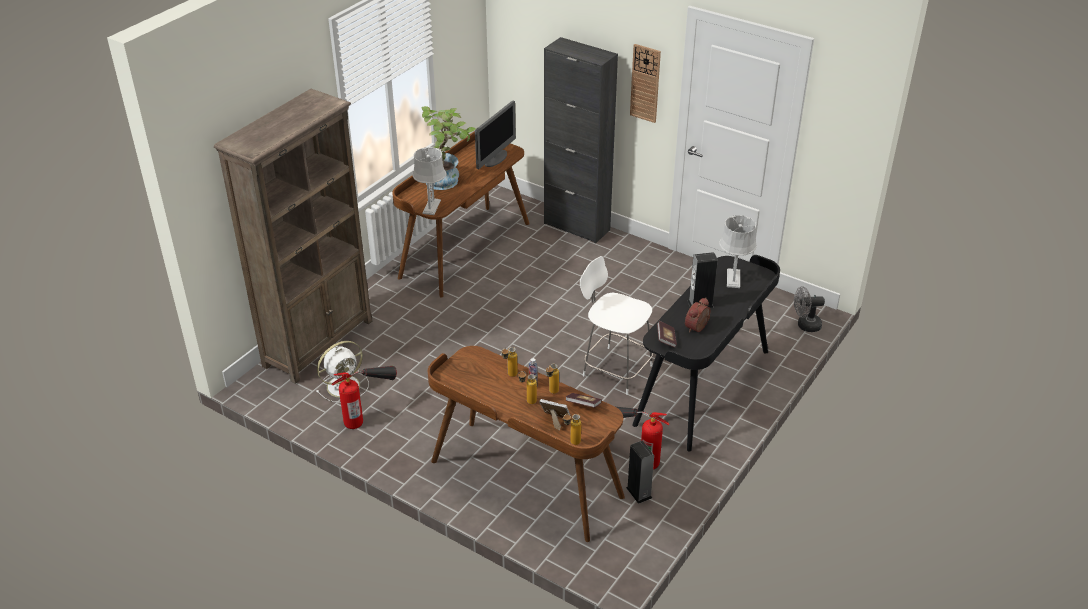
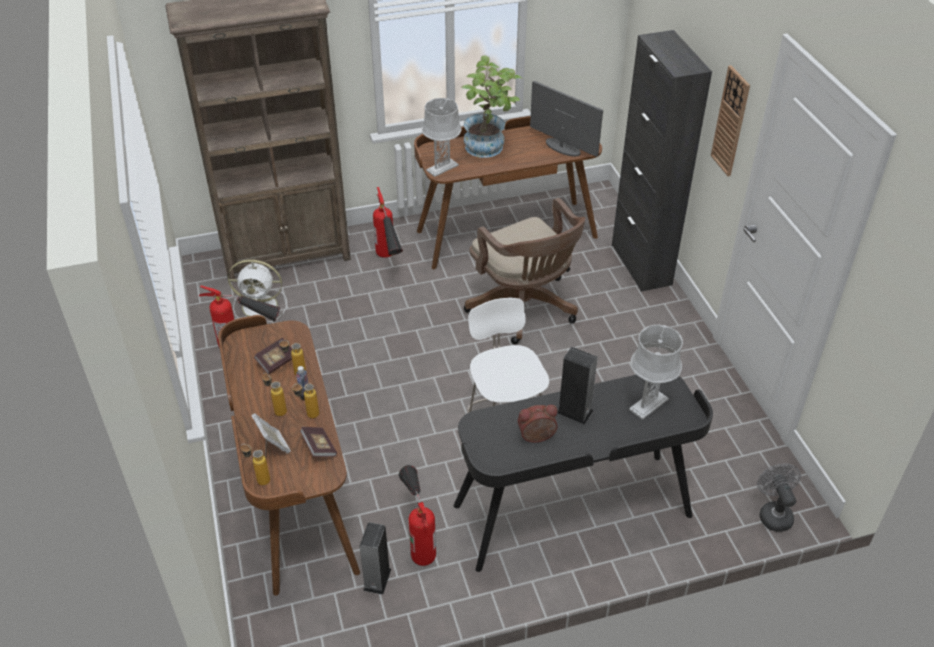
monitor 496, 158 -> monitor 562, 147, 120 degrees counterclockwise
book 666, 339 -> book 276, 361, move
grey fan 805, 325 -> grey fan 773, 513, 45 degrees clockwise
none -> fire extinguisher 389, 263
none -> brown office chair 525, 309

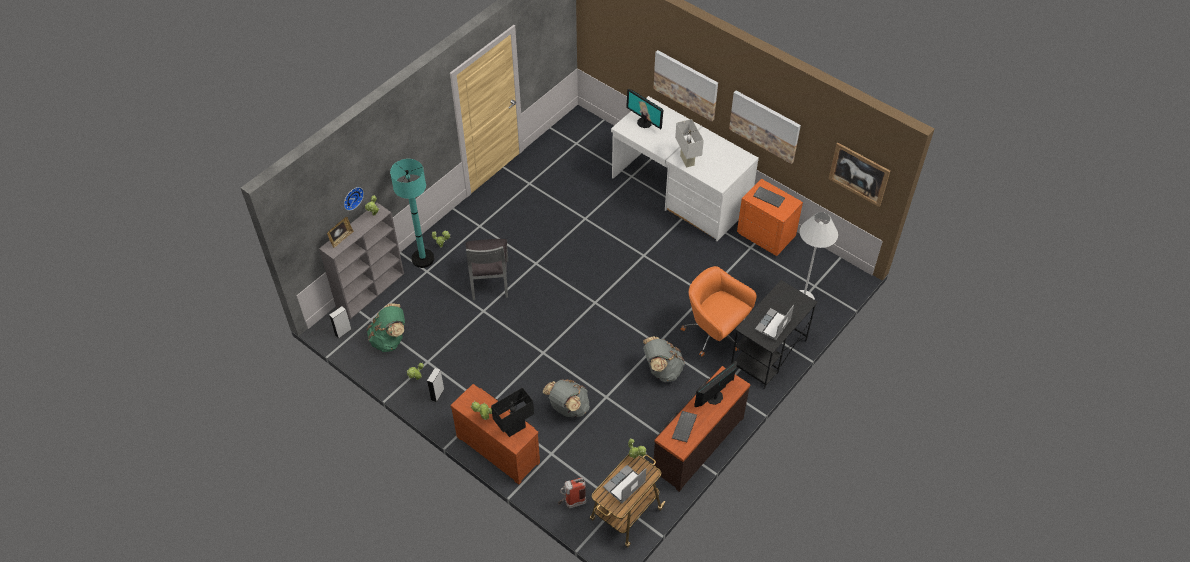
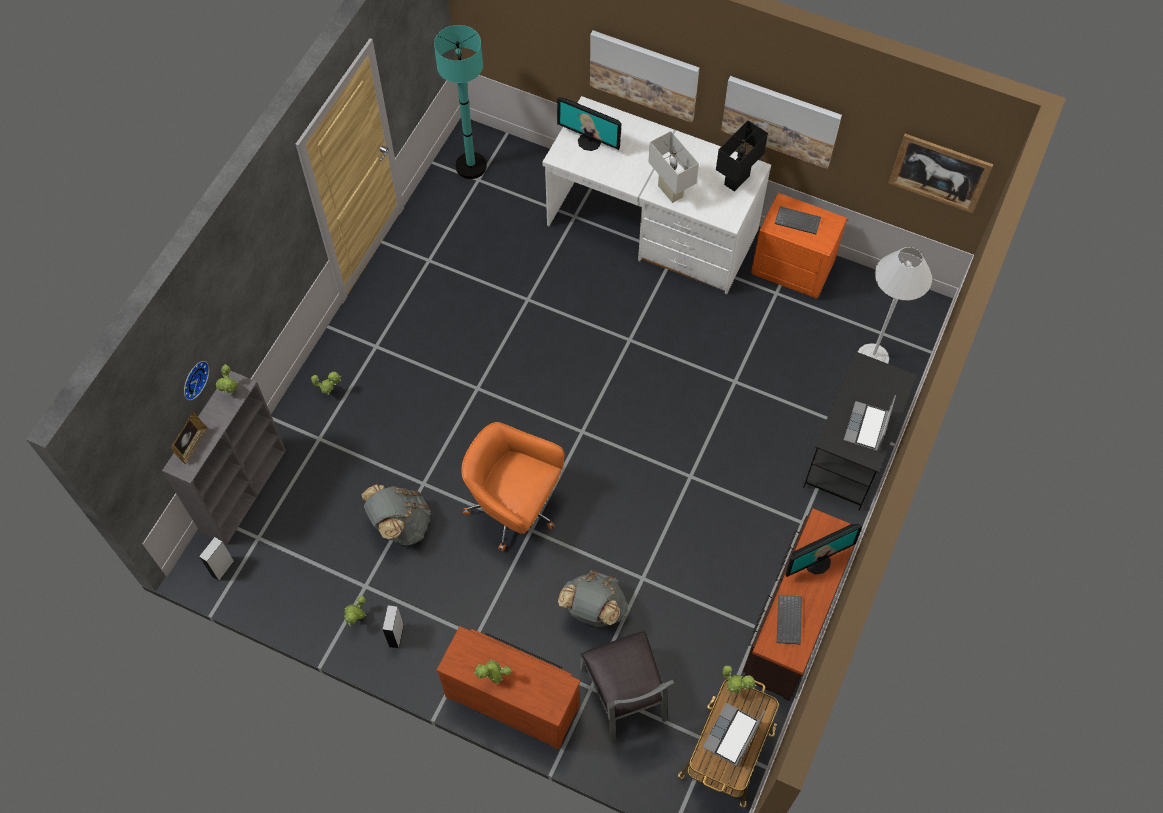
green backpack 390, 339 -> none
turquoise floor lamp 423, 259 -> turquoise floor lamp 471, 166, move
grey chair 489, 280 -> grey chair 625, 694, move
black table lamp 514, 428 -> black table lamp 736, 180, move
fire extinguisher 571, 503 -> none
grey backpack 662, 370 -> grey backpack 400, 524, move
orange office chair 714, 334 -> orange office chair 514, 509, move
monitor 714, 397 -> monitor 817, 561, 150 degrees counterclockwise

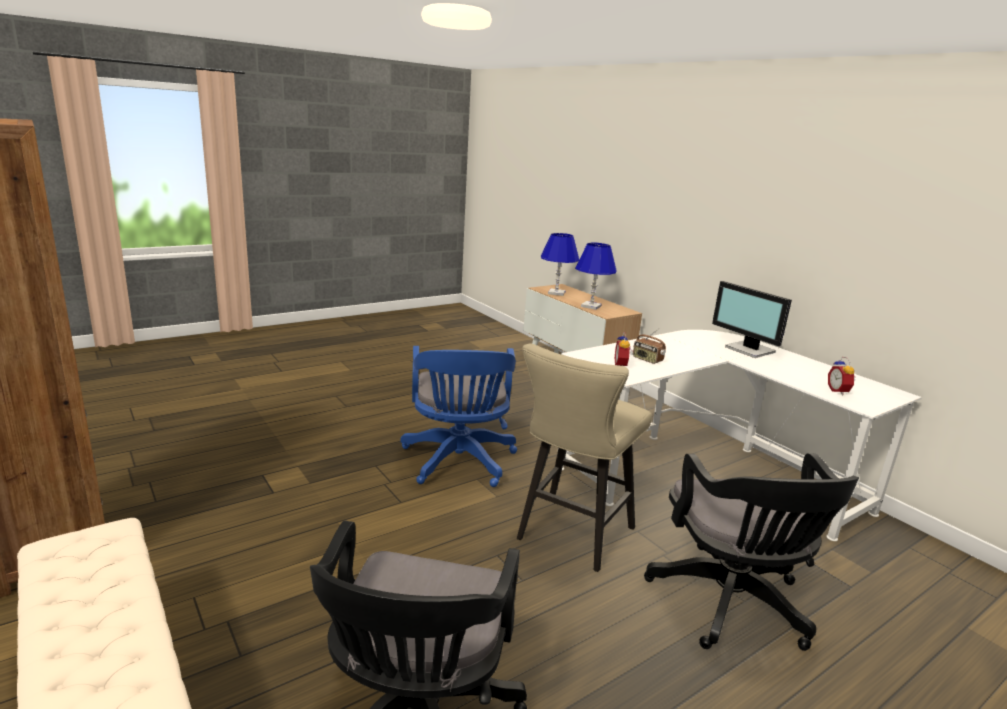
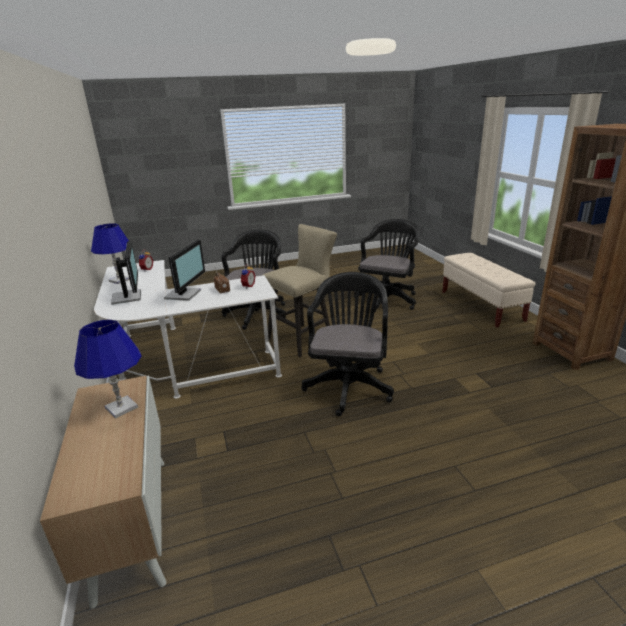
blue office chair 459, 463 -> black office chair 349, 385
blue table lamp 556, 293 -> blue table lamp 119, 280, move
none -> monitor 184, 294

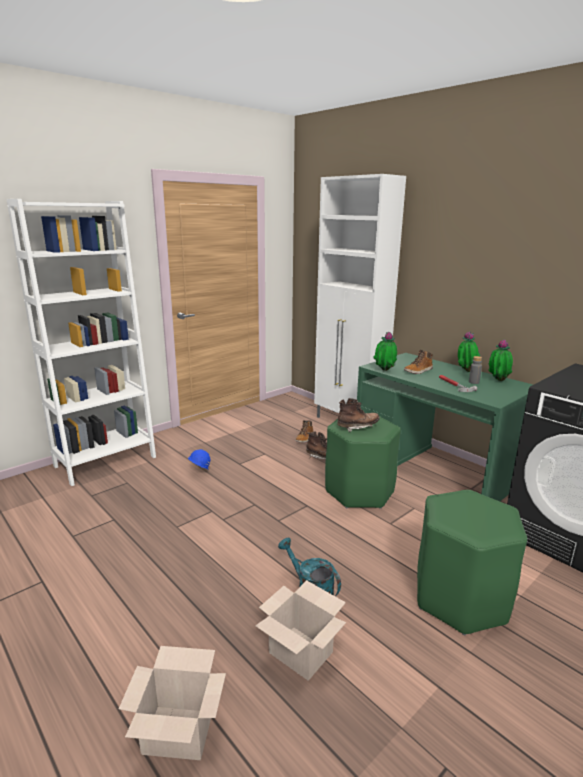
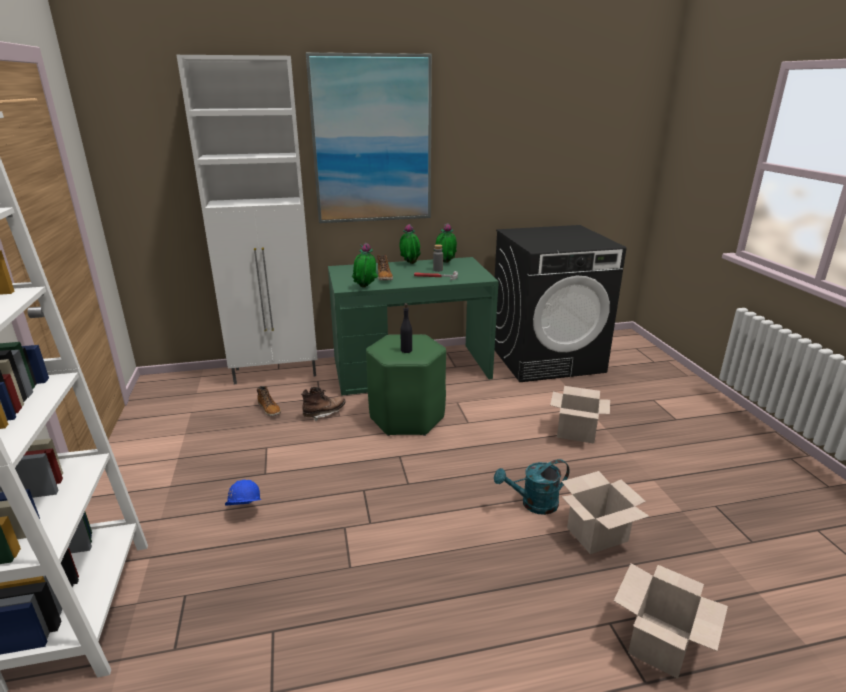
brown boot 357, 427 -> black bottle 406, 350
green stool 460, 599 -> cardboard box 577, 432
none -> picture 372, 141

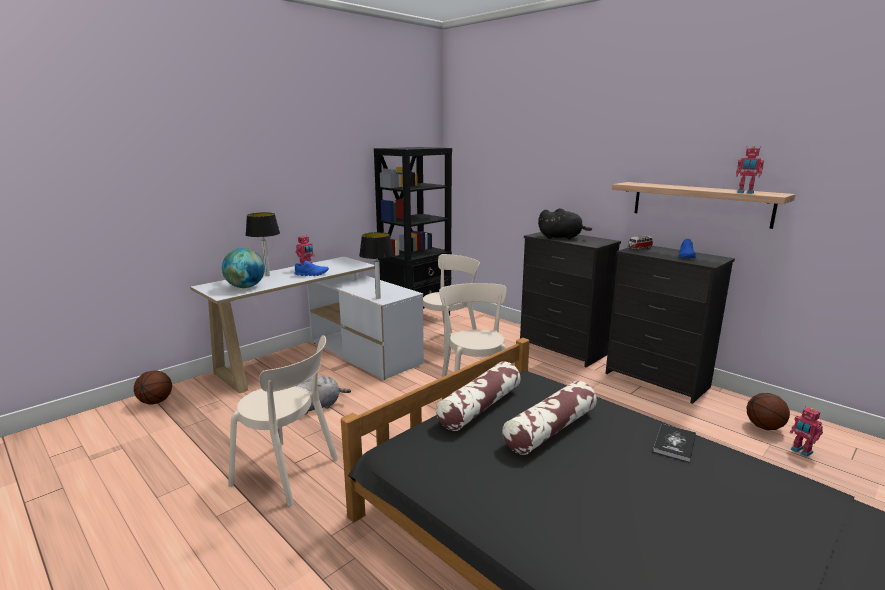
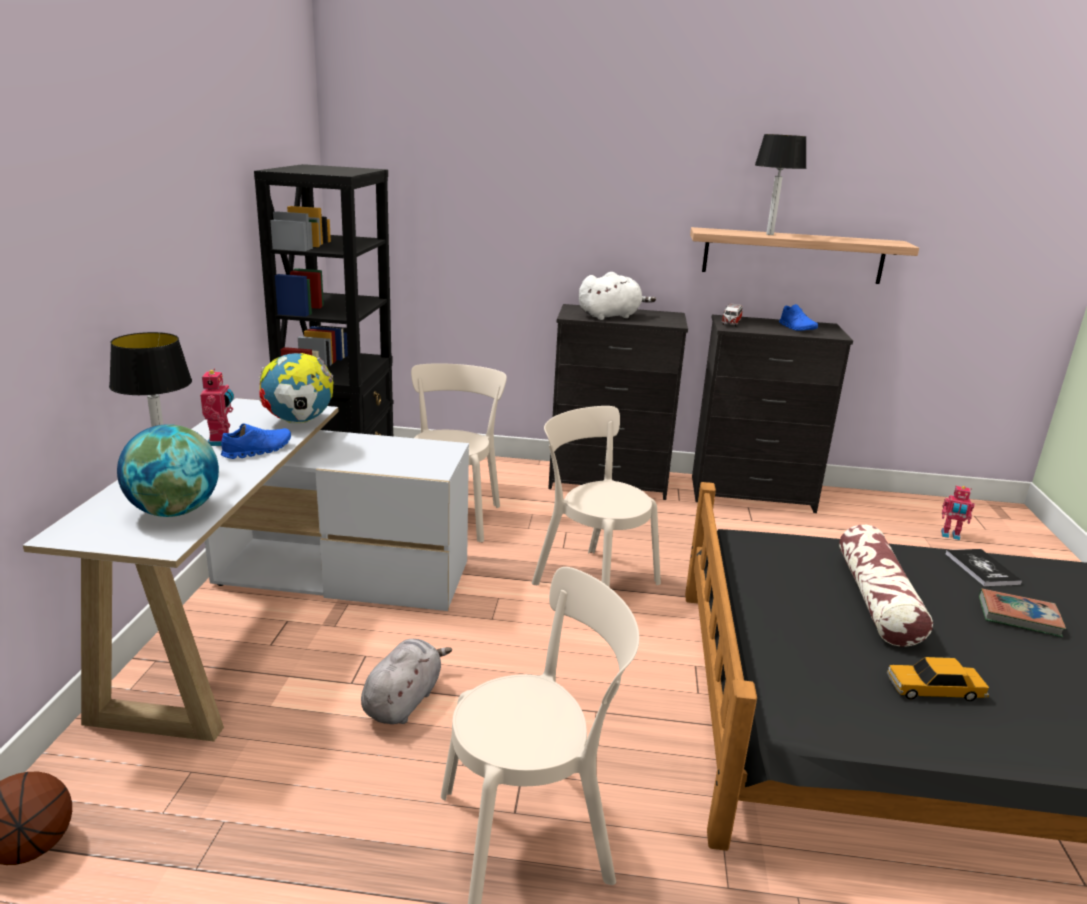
table lamp 378, 297 -> table lamp 770, 234, move
pillow 480, 407 -> none
black plush toy 561, 237 -> white plush toy 611, 316
toy robot 745, 192 -> none
basketball 764, 427 -> none
none -> globe 299, 422
none -> toy car 934, 689
none -> book 1018, 616

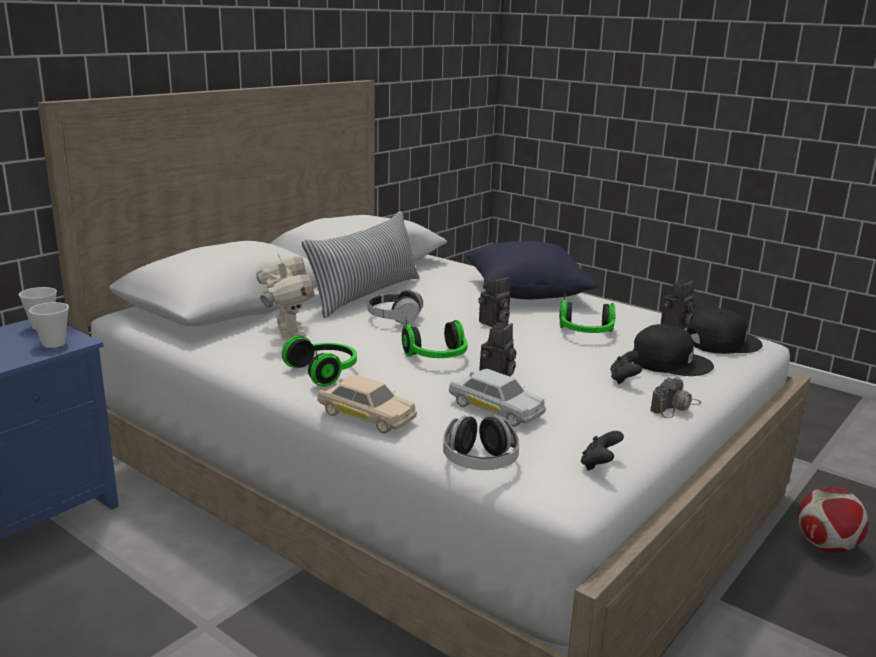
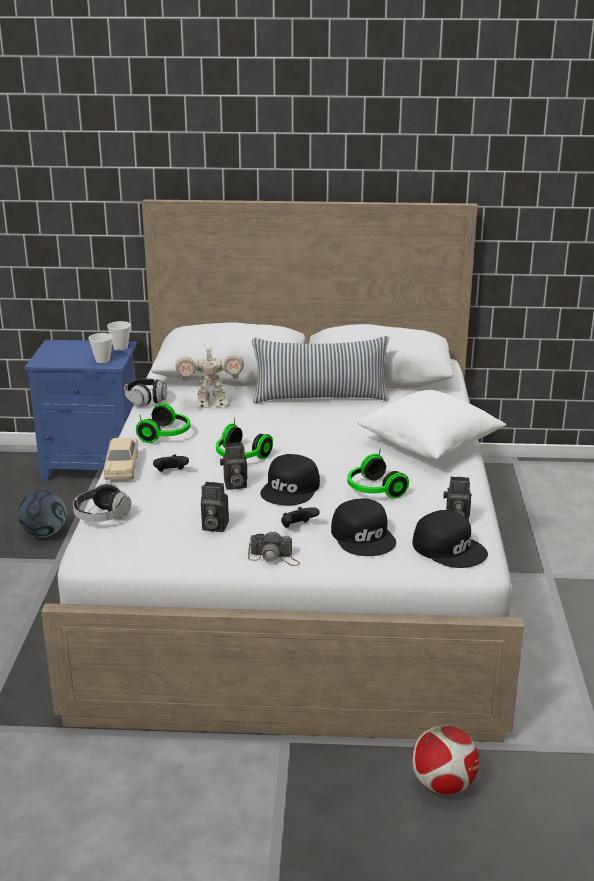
toy robot 287, 333 -> toy robot 211, 403, 45 degrees clockwise
headphones 394, 319 -> headphones 146, 400, move
white toy car 495, 409 -> none
blue pillow 526, 292 -> white pillow 430, 444
photo camera 494, 323 -> photo camera 213, 526, move
black game controller 599, 465 -> black game controller 171, 473, move
none -> football 44, 534
none -> black cap 291, 489

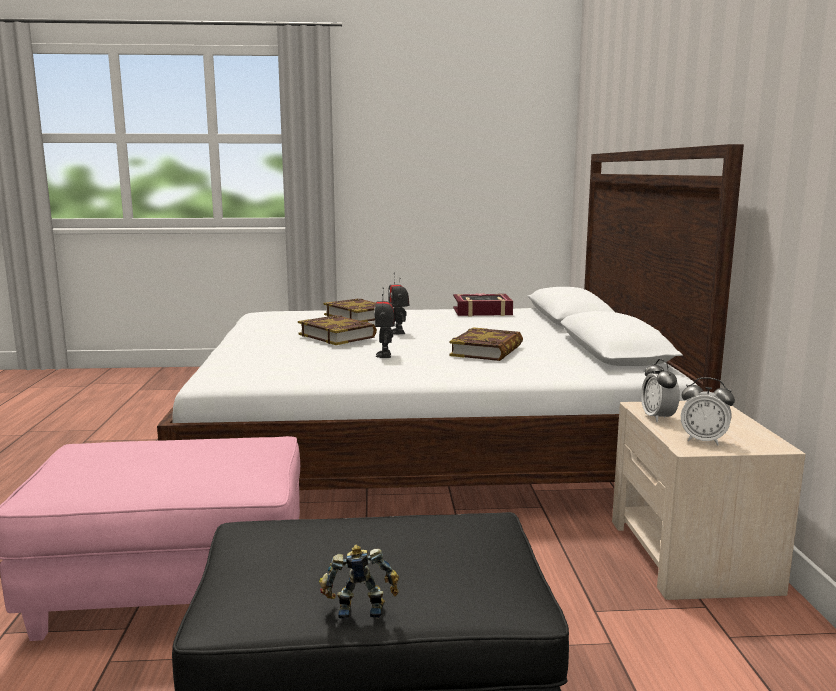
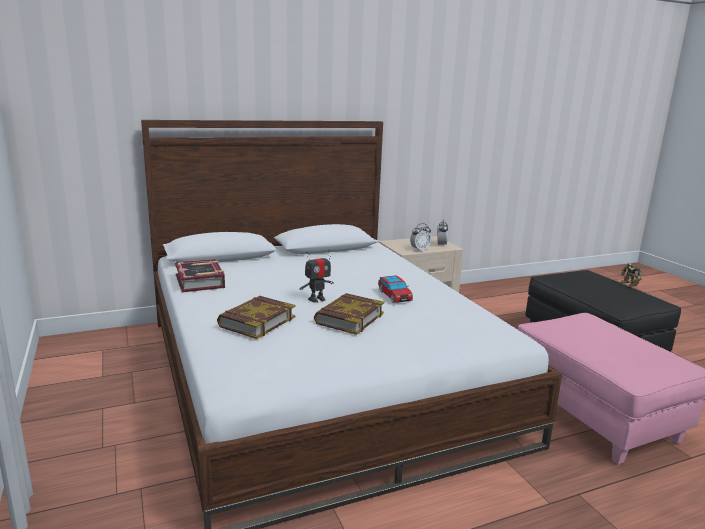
toy robot 384, 355 -> toy car 394, 296
book 487, 351 -> none

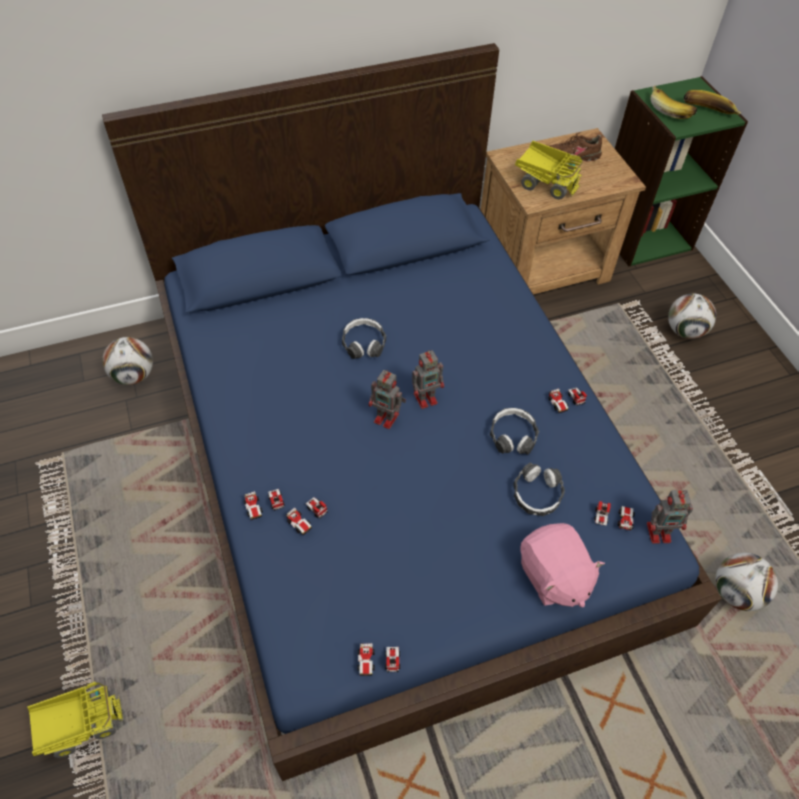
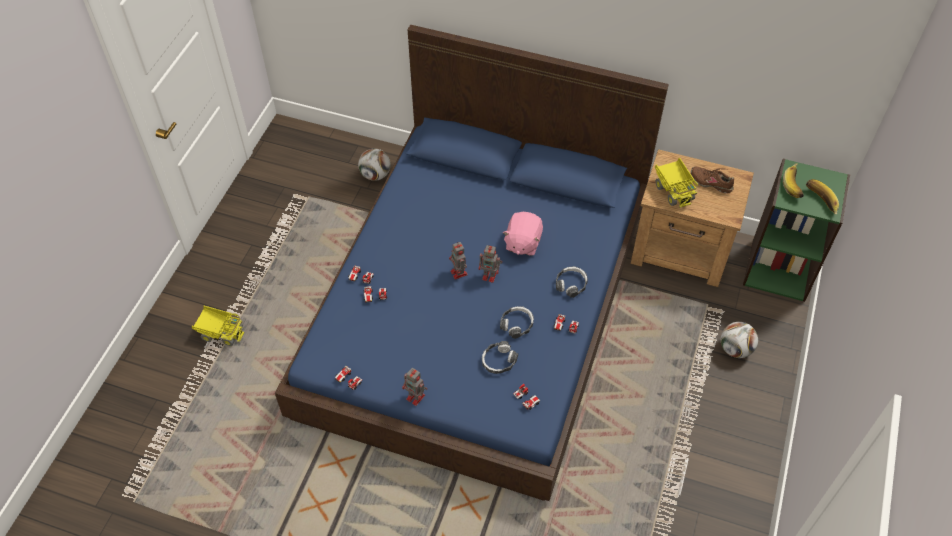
headphones 364, 343 -> headphones 571, 284, move
pink plush toy 553, 576 -> pink plush toy 522, 243, move
toy robot 660, 532 -> toy robot 416, 397, move
football 736, 592 -> none

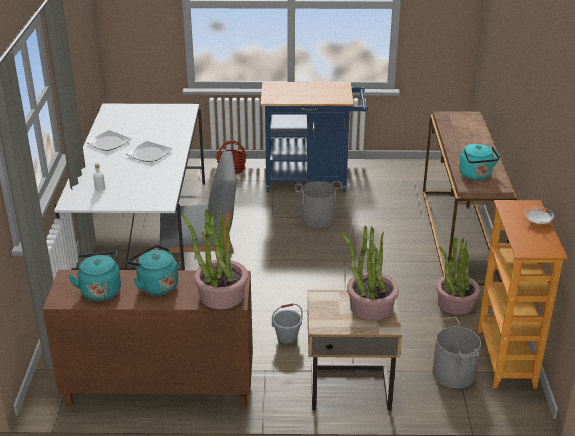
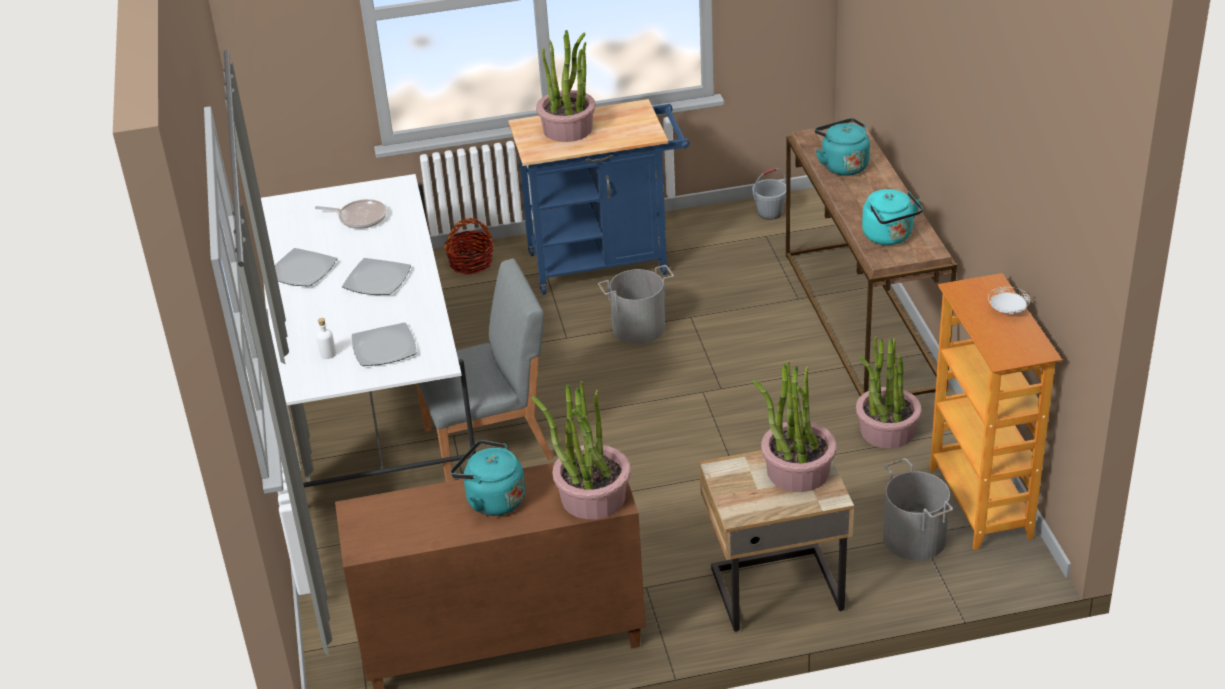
turquoise kettle 100, 290 -> turquoise kettle 842, 165, move
grey bucket 287, 338 -> grey bucket 769, 213, move
none -> frying pan 360, 217
none -> plate 384, 348
none -> potted plant 568, 129

